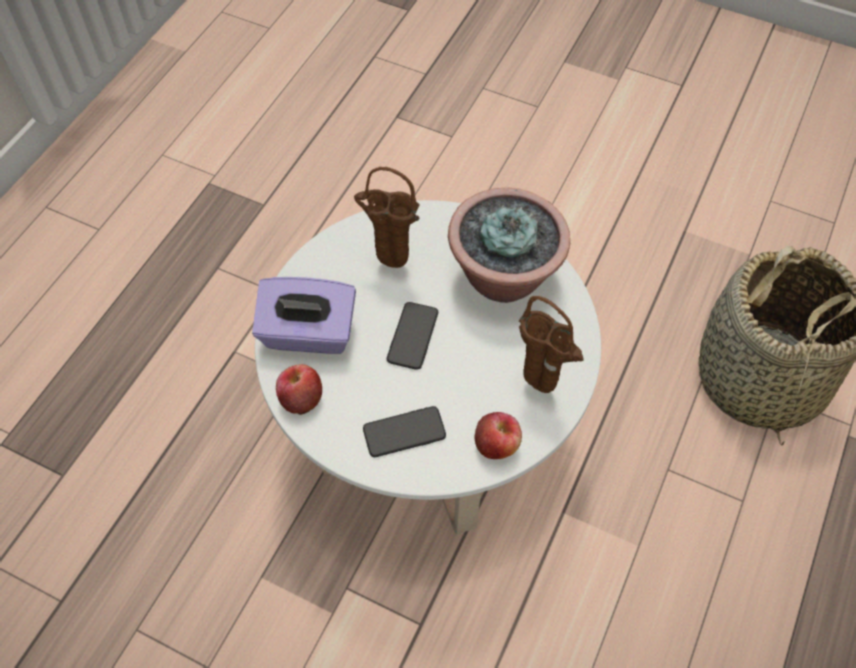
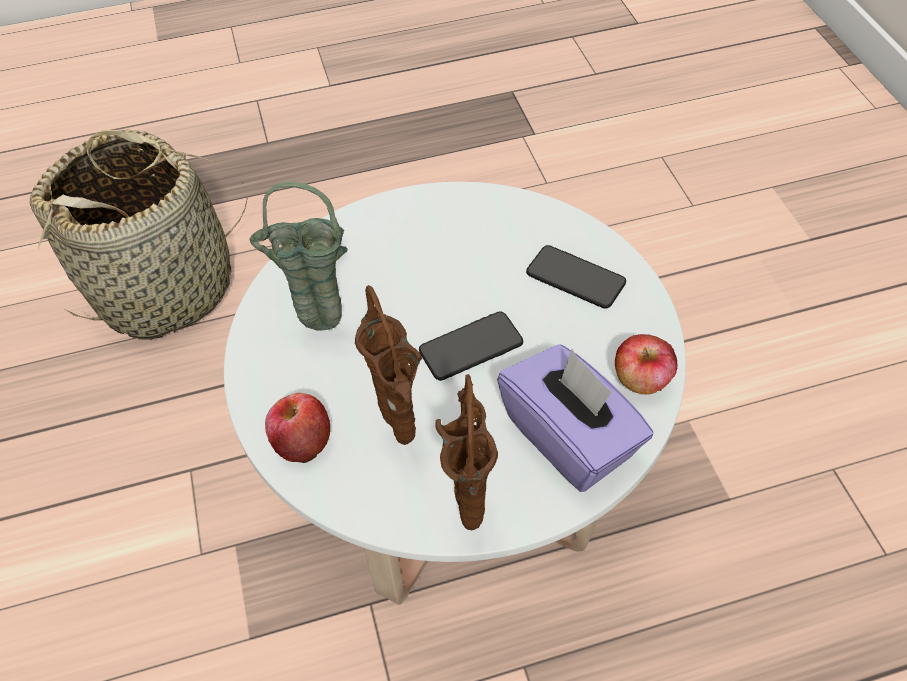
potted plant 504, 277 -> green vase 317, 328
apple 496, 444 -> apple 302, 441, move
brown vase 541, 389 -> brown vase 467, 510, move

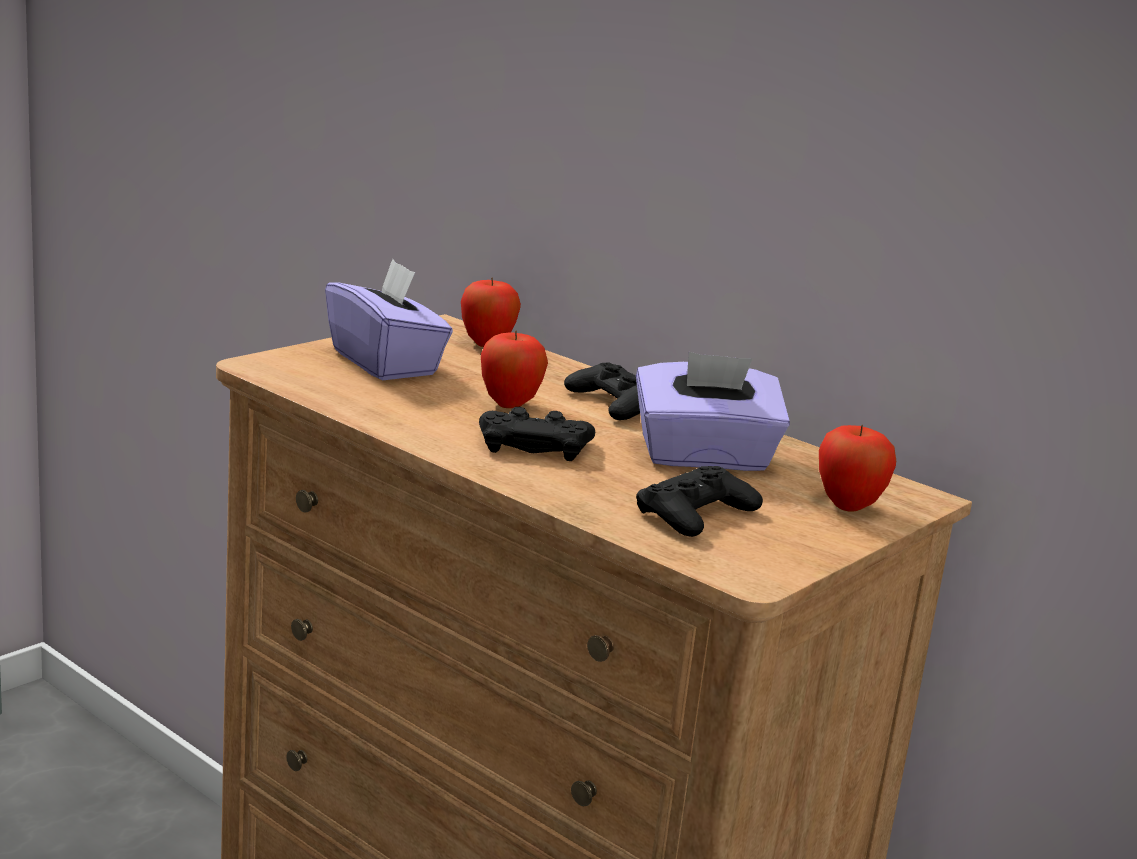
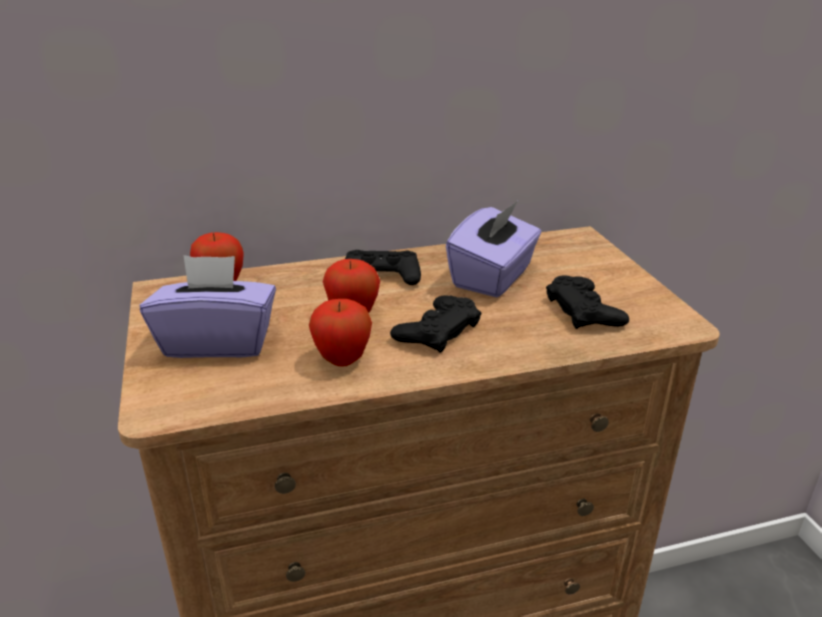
apple 848, 506 -> apple 342, 360, move

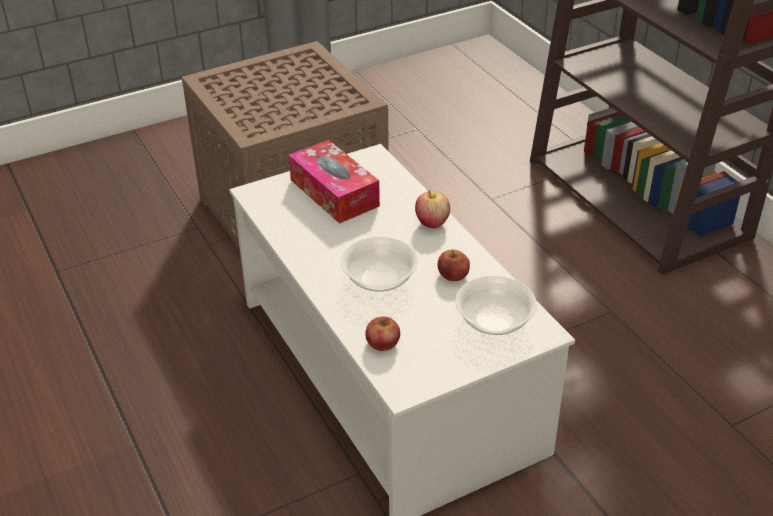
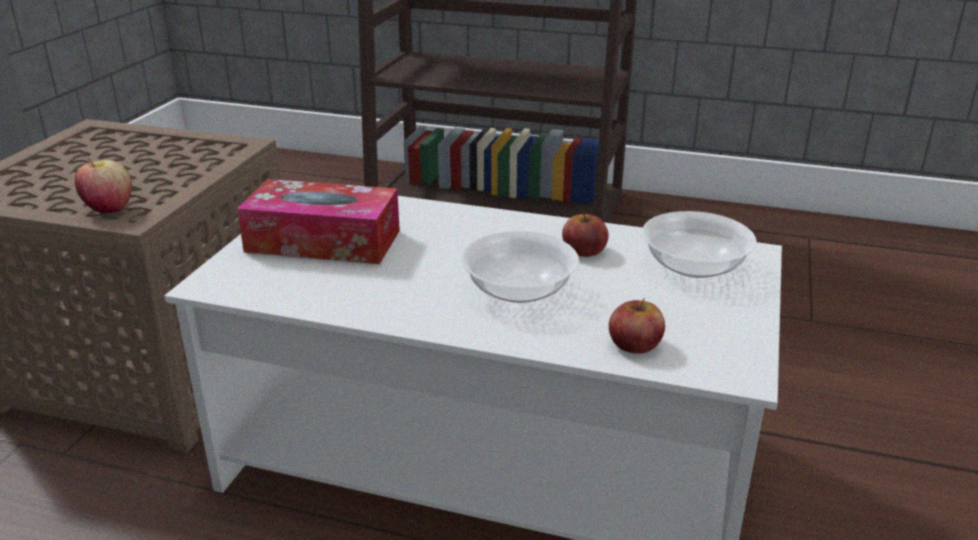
apple 432, 223 -> apple 109, 209, move

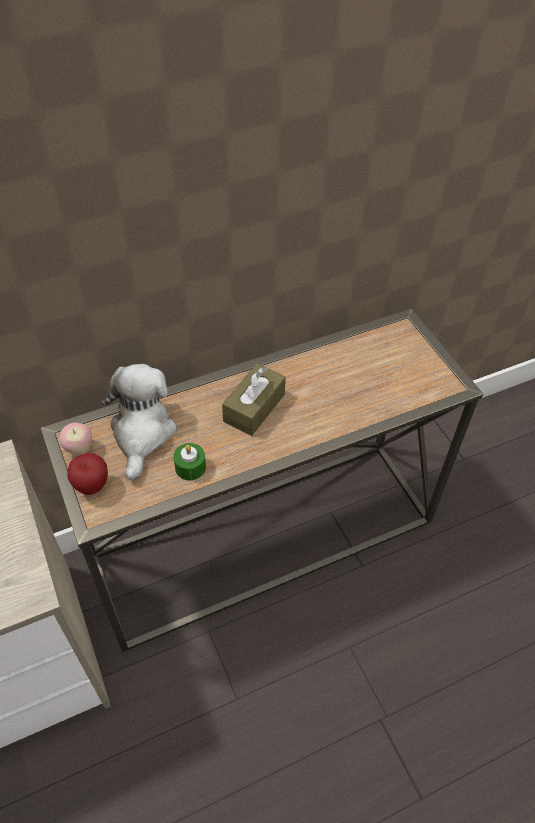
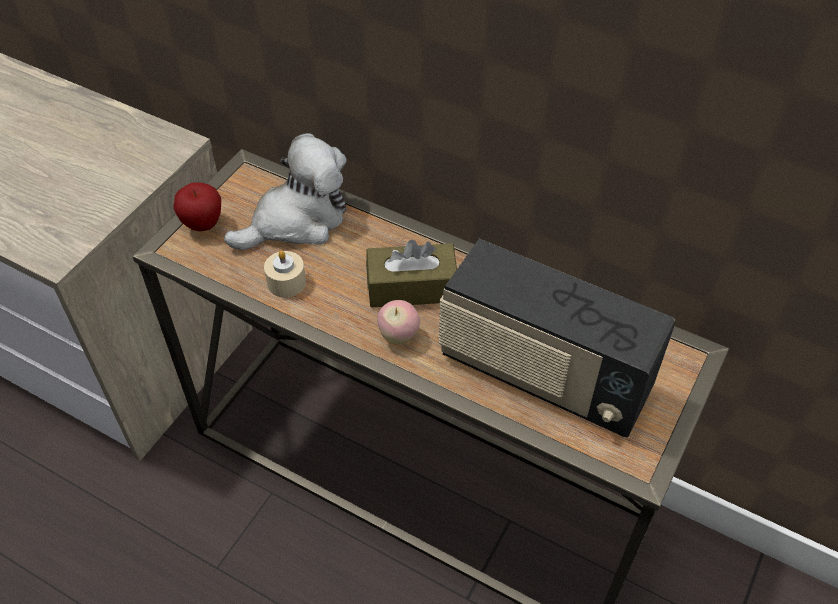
apple 79, 449 -> apple 398, 335, move
green candle 190, 467 -> beige candle 286, 282
none -> radio 543, 375

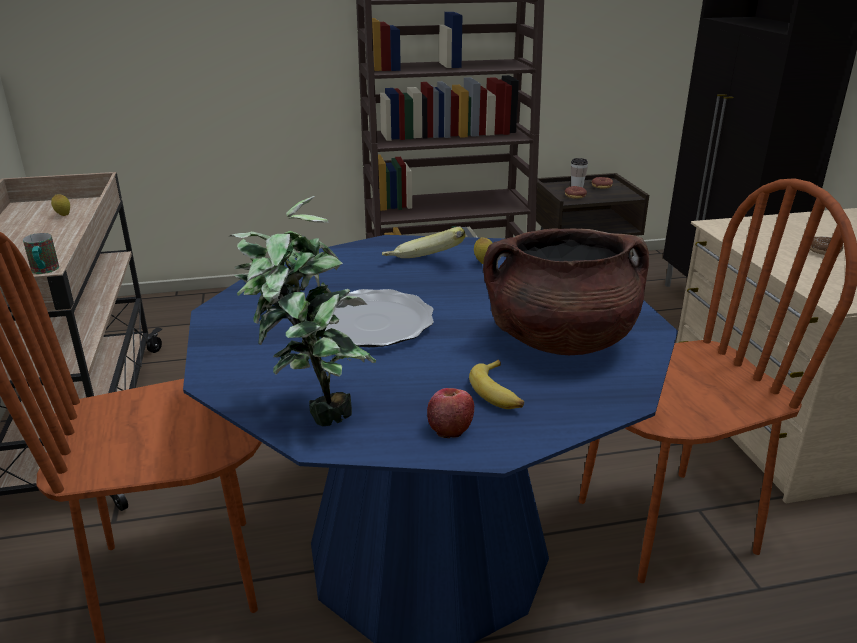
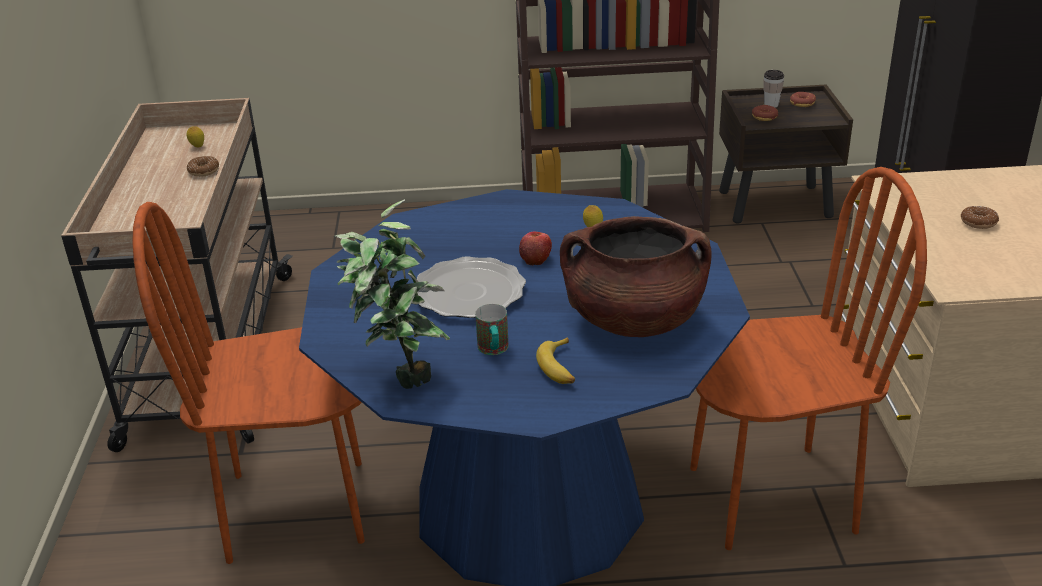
mug 44, 271 -> mug 494, 350, move
banana 423, 264 -> none
apple 450, 427 -> apple 535, 259, move
none -> donut 204, 171

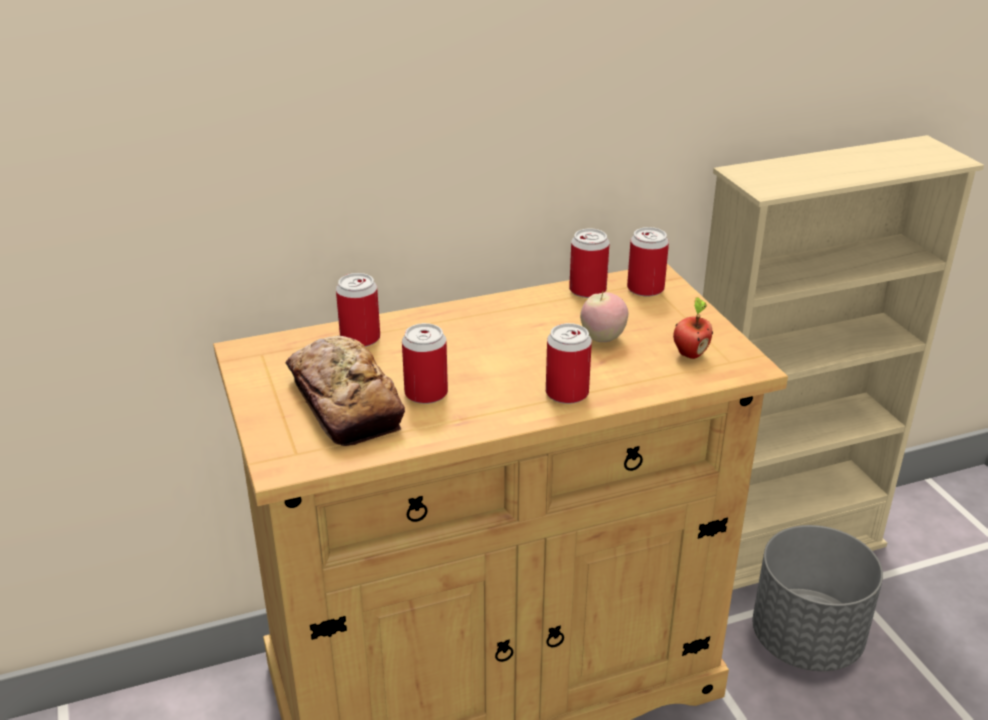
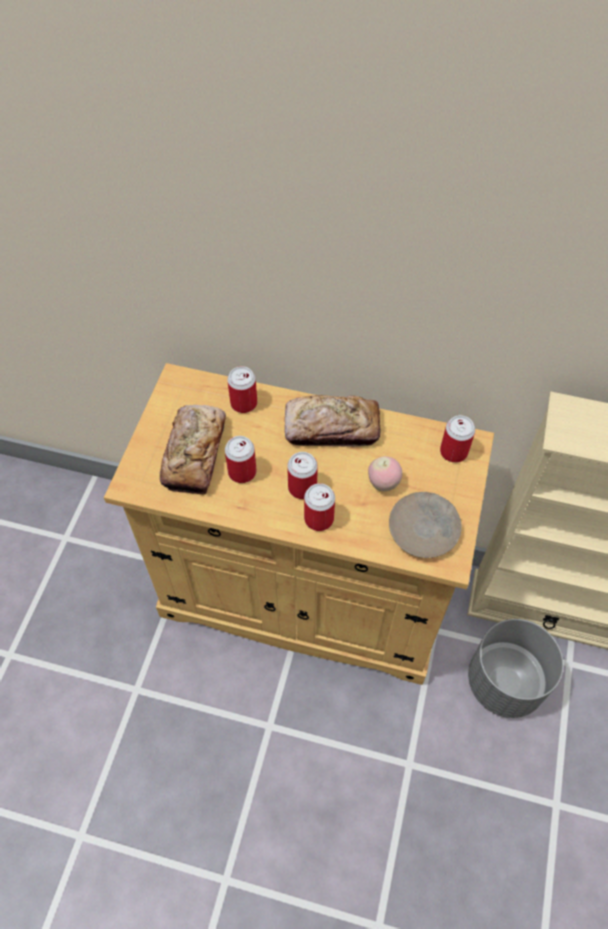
can 587, 290 -> can 302, 487, move
apple 690, 353 -> beige plate 424, 528
none -> bread 331, 428

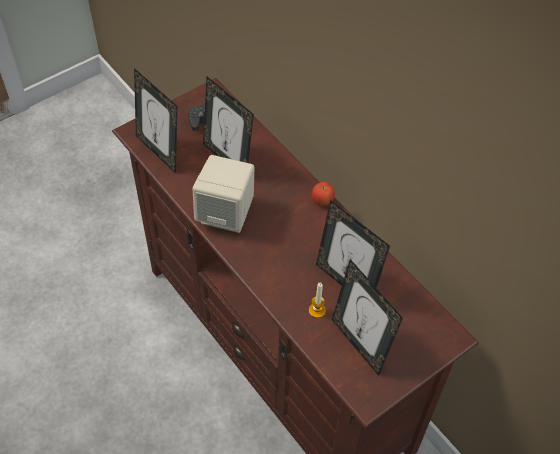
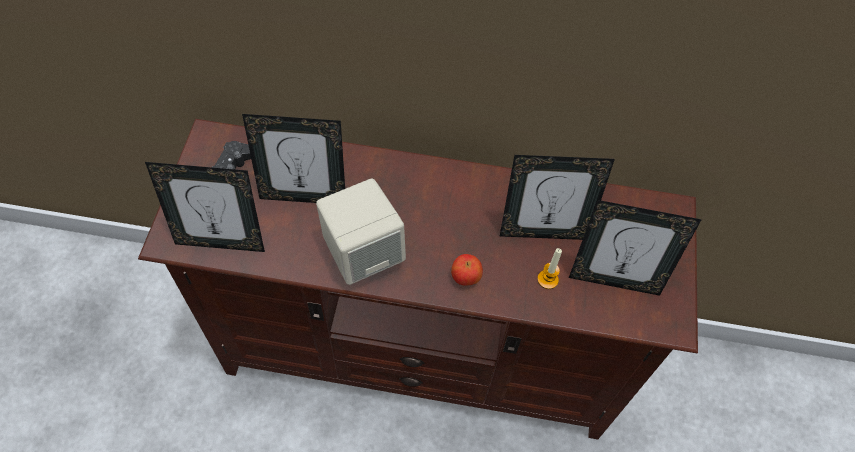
apple 322, 201 -> apple 465, 277, move

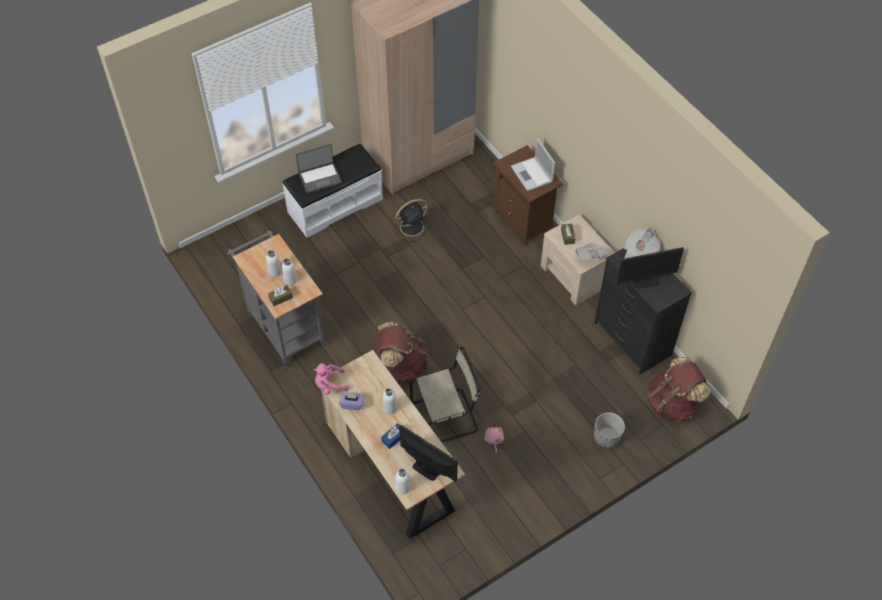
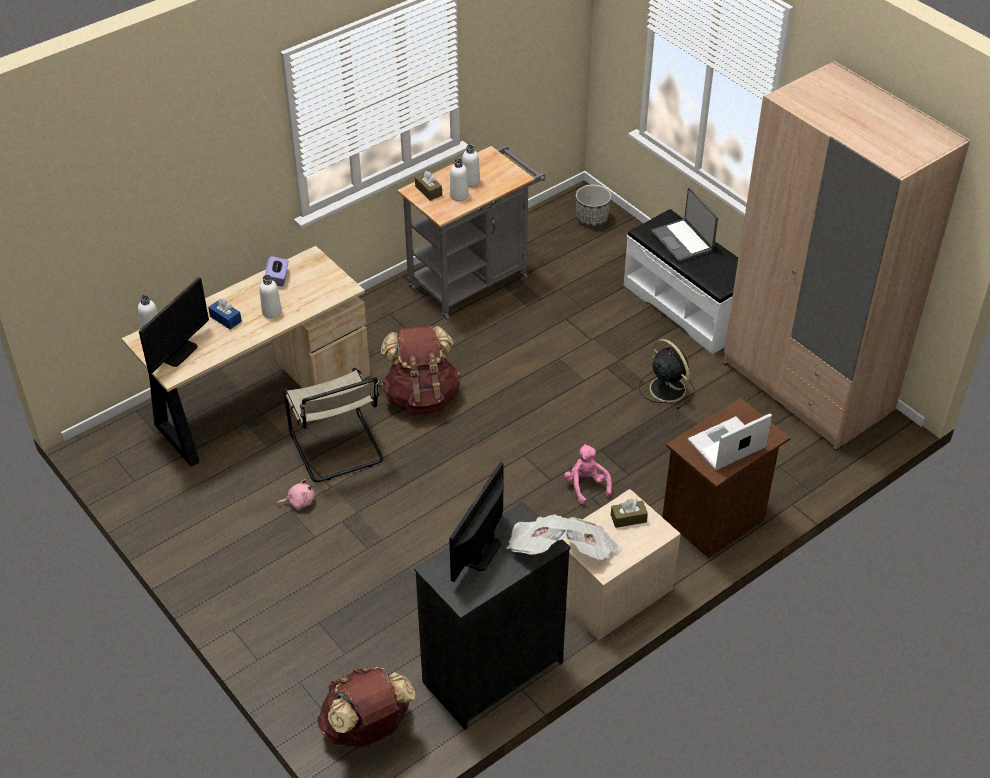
pink plush toy 330, 385 -> pink plush toy 586, 486, move
planter 607, 437 -> planter 591, 219, move
monitor 645, 280 -> monitor 480, 552, 45 degrees clockwise

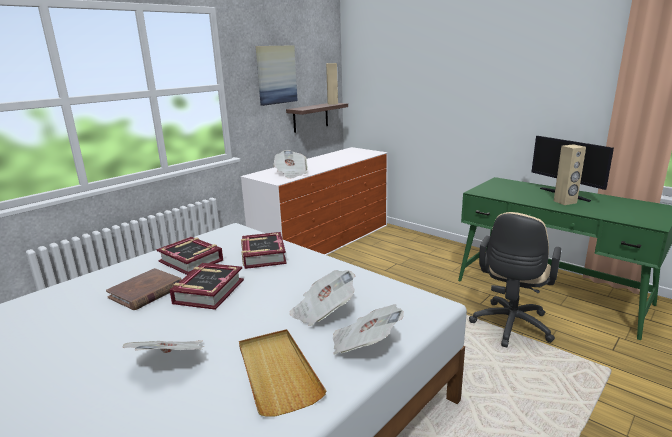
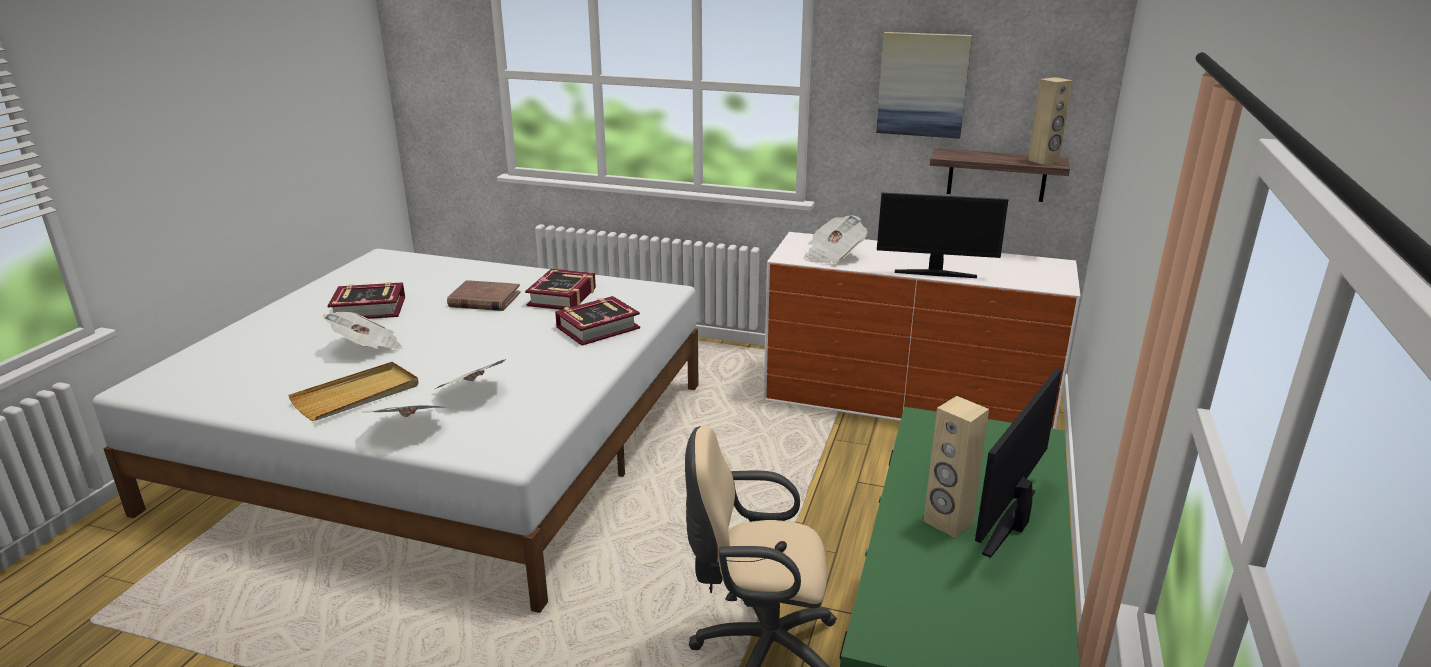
book 208, 291 -> book 369, 309, move
none -> monitor 935, 273

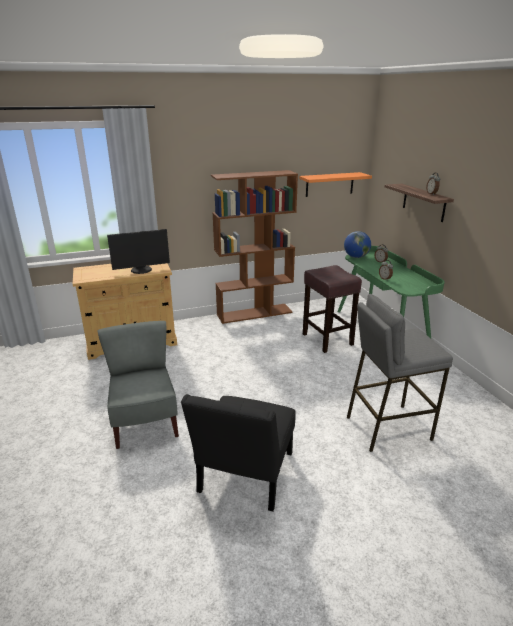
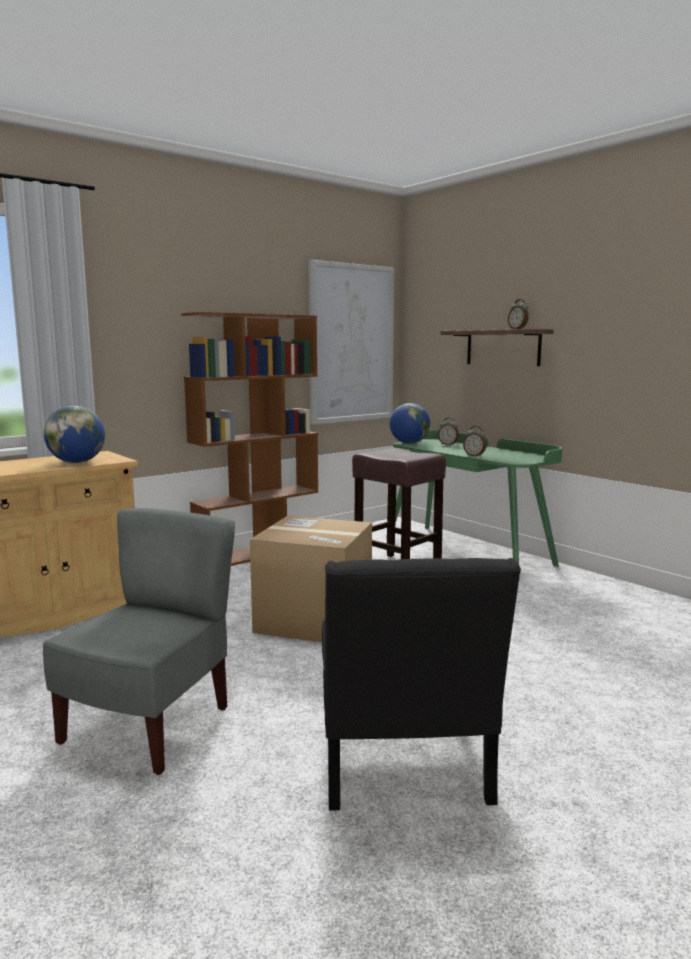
grey chair 145, 424 -> grey chair 149, 726, 60 degrees clockwise
monitor 141, 270 -> globe 77, 462
orange shelf 329, 184 -> picture 351, 344
grey stool 387, 427 -> none
none -> cardboard box 314, 620

